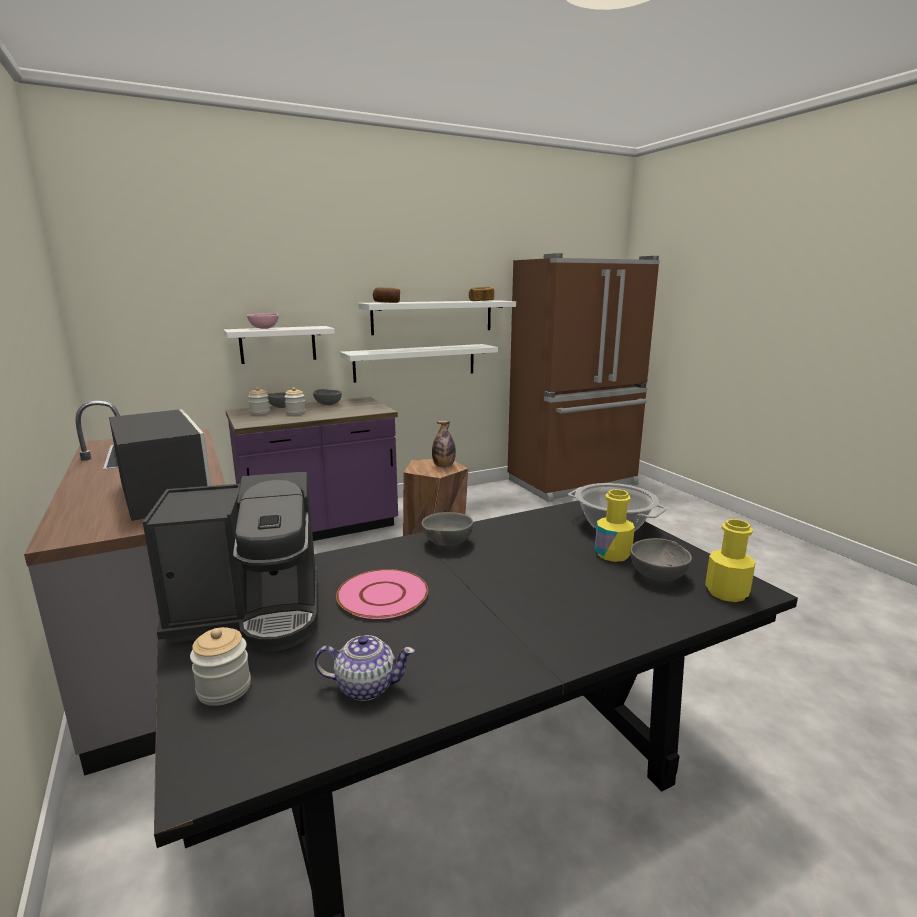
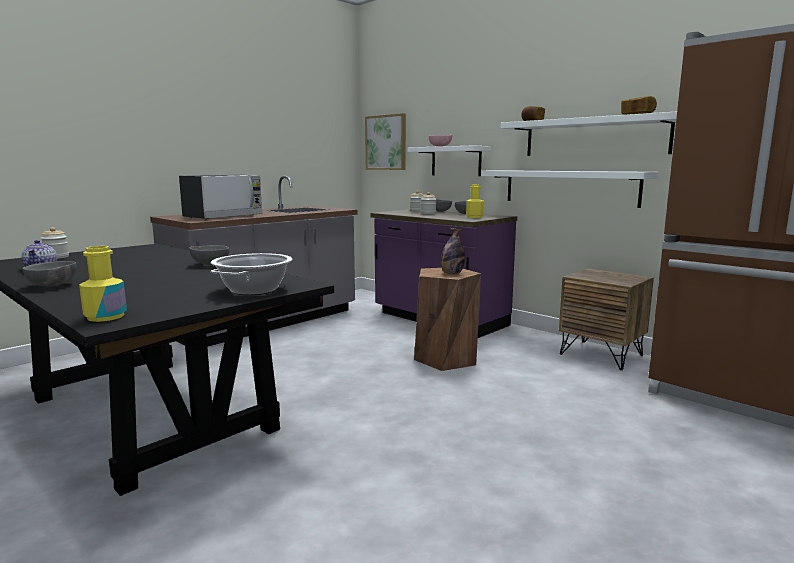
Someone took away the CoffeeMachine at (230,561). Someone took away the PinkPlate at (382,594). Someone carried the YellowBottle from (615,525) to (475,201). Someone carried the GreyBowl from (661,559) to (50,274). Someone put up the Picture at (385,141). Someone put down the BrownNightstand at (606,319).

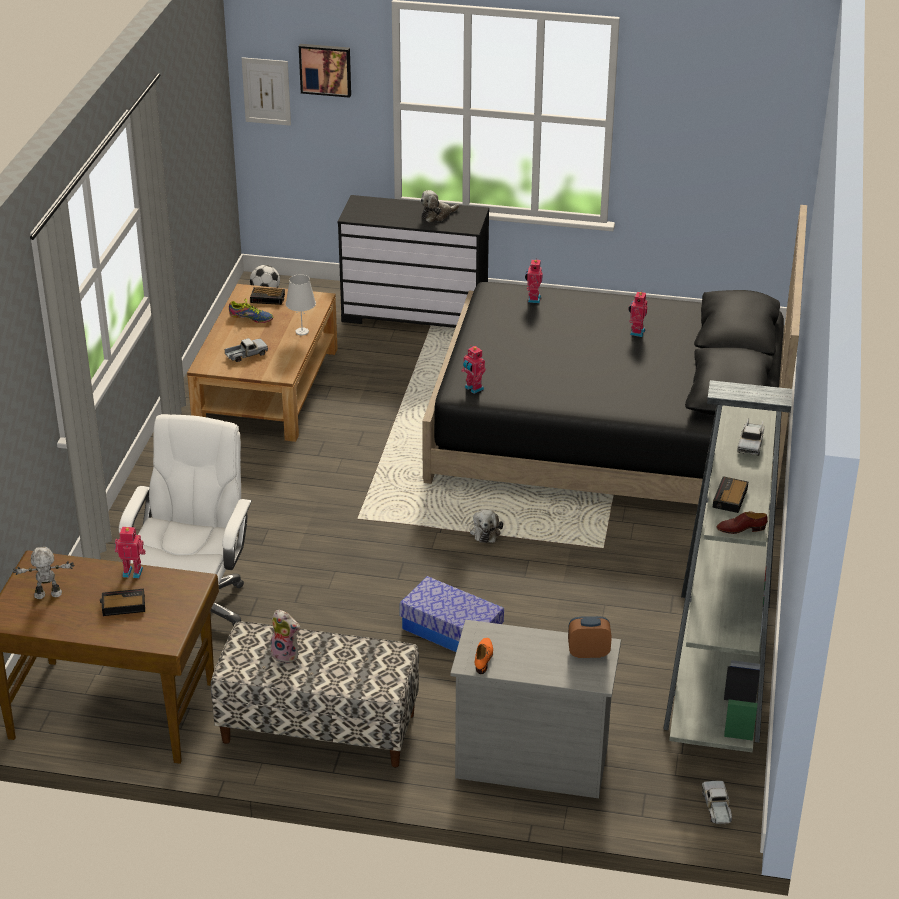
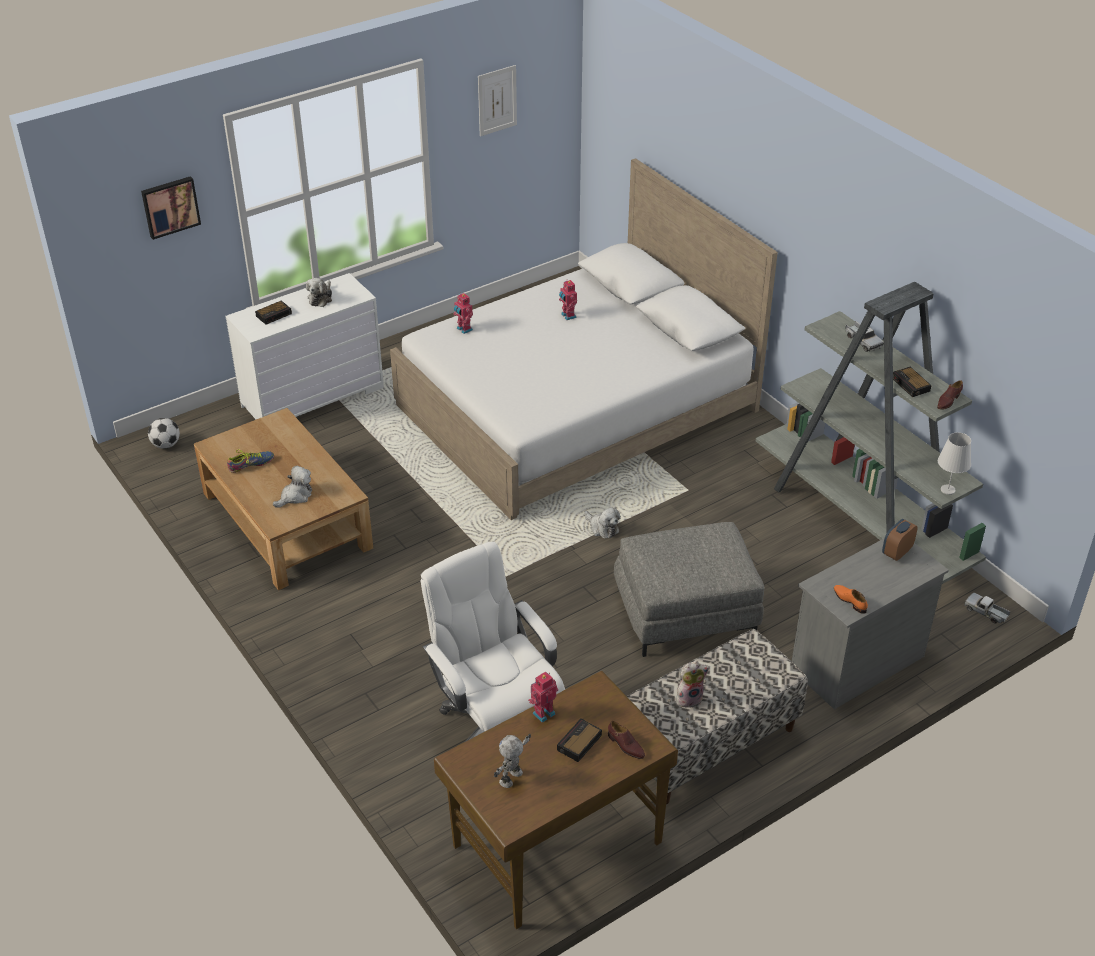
Someone swapped the ToyTruck at (246,350) for the PlushToy at (292,487). Someone carried the Picture from (266,91) to (497,100). Someone carried the AlarmClock from (267,296) to (273,313). Someone carried the WhiteTableLamp from (301,305) to (954,463). Someone repainted the BlackDresser at (413,261), which became the WhiteDresser at (304,346). Someone swapped the StorageBox at (452,614) for the GreyOttoman at (689,589). Someone repainted the BlackBed at (614,358), which became the WhiteBed at (584,339). Someone took away the ToyRobot at (474,370). Someone put down the BrownShoe at (626,740).

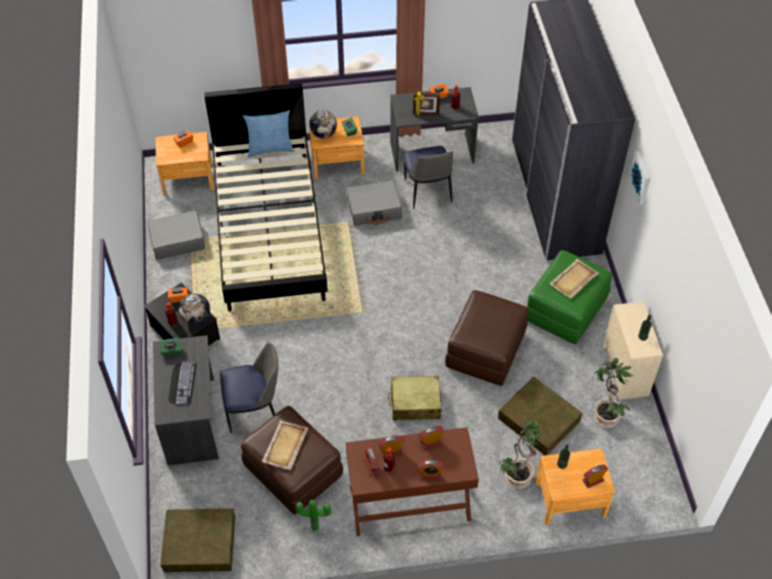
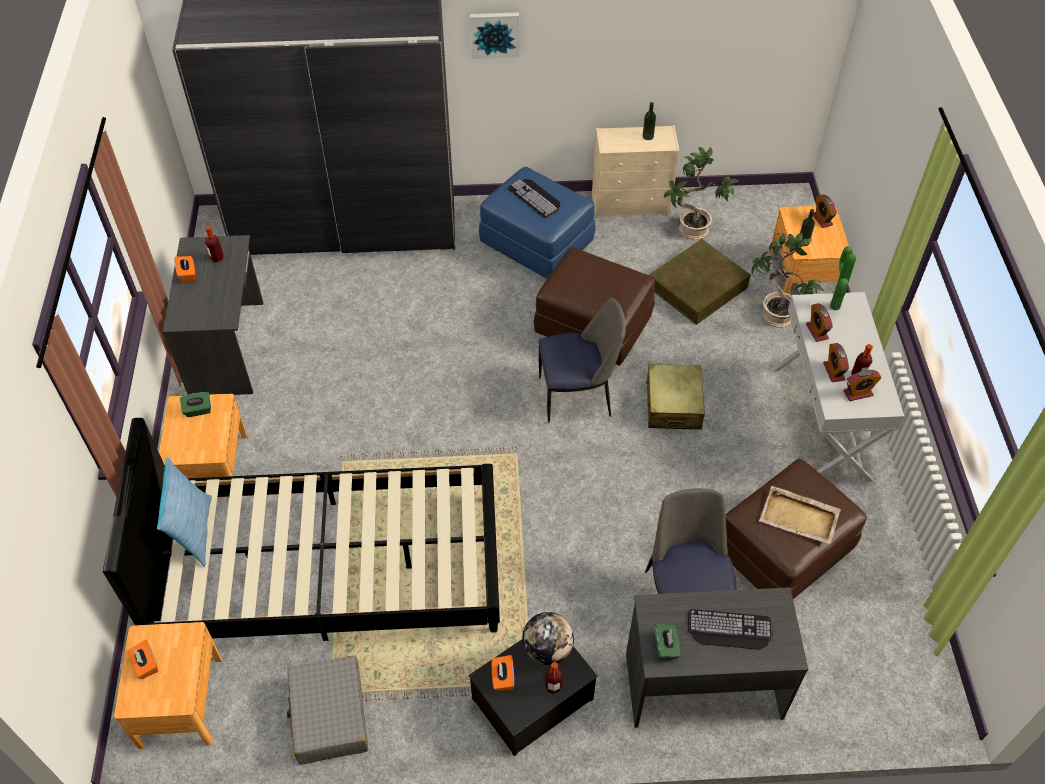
Someone took away the BrownStorageBox at (198,540). Someone carried the PottedPlant from (313,515) to (843,278). Someone took away the Globe at (323,124). Someone took away the GreySuitcase at (374,203). Someone repainted the BrownConsoleTable at (412,481), which became the WhiteConsoleTable at (838,387). Someone carried the Chair from (428,177) to (582,360). Someone took away the PictureFrame at (426,103). Someone took away the AlarmClock at (431,470). Someone repainted the GreenOttoman at (569,297), which became the BlueOttoman at (537,223). Someone swapped the BeigeTray at (573,279) for the Keyboard at (533,198).

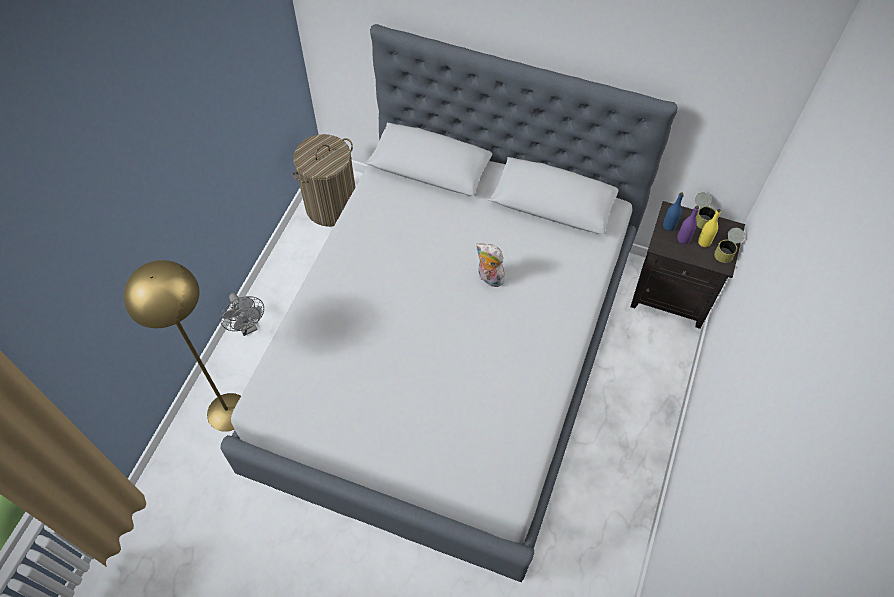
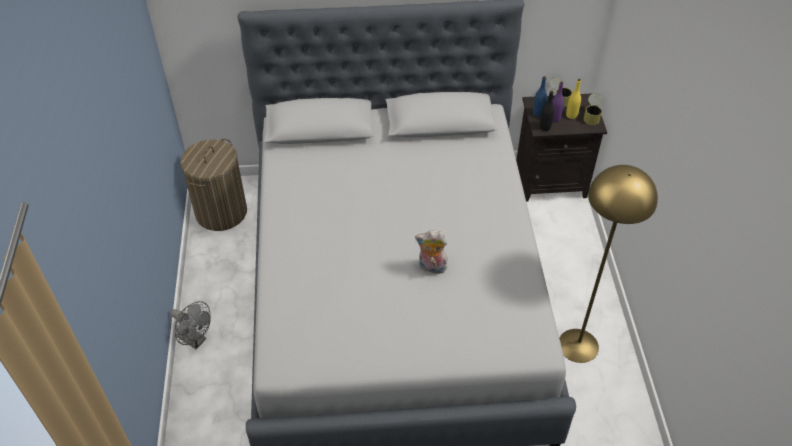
Someone carried the YellowFloorLamp from (182,346) to (608,264). Someone carried the PlushToy from (491,265) to (431,252). Someone put down the BlackBottle at (547,110).

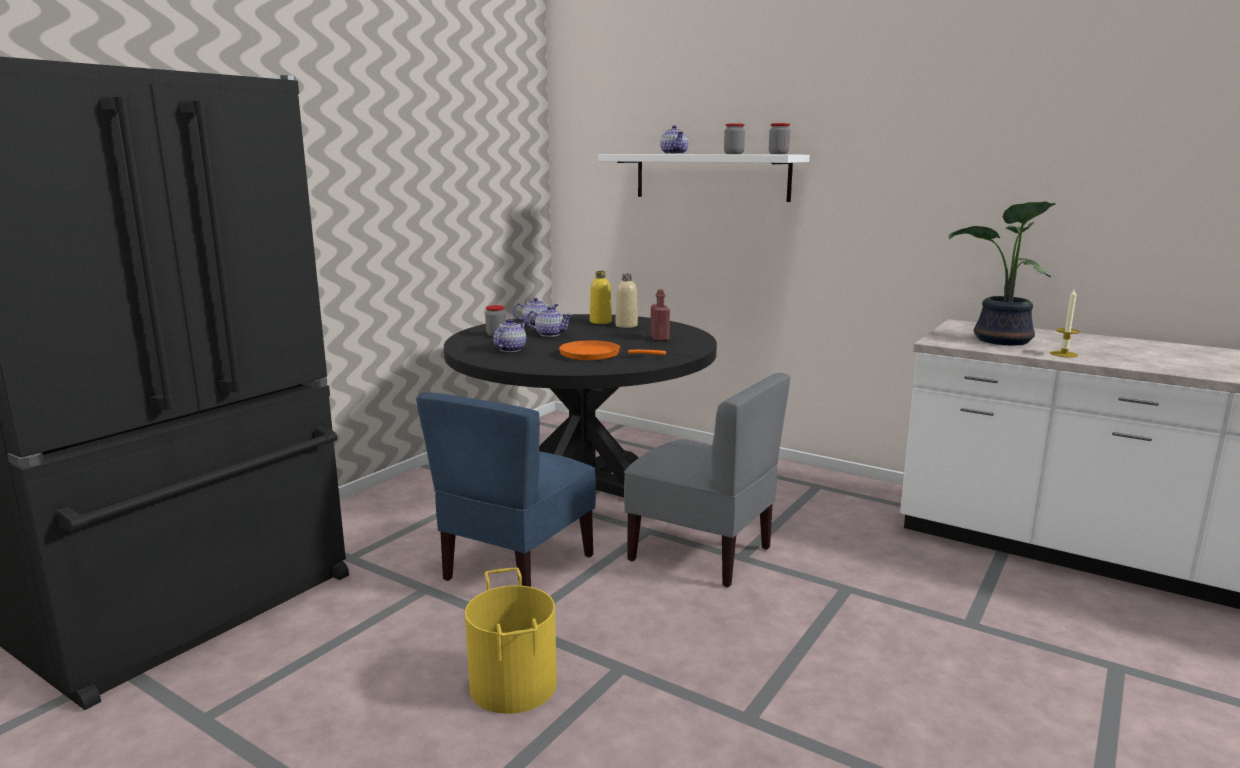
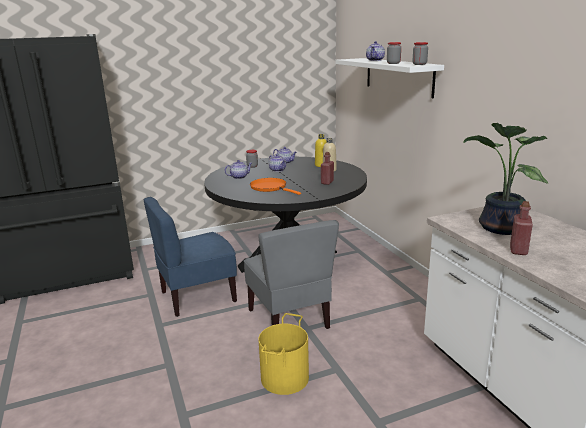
Someone carried the YellowBucket from (511,640) to (284,354). Someone swapped the Candle at (1065,323) for the RedBottle at (521,228).

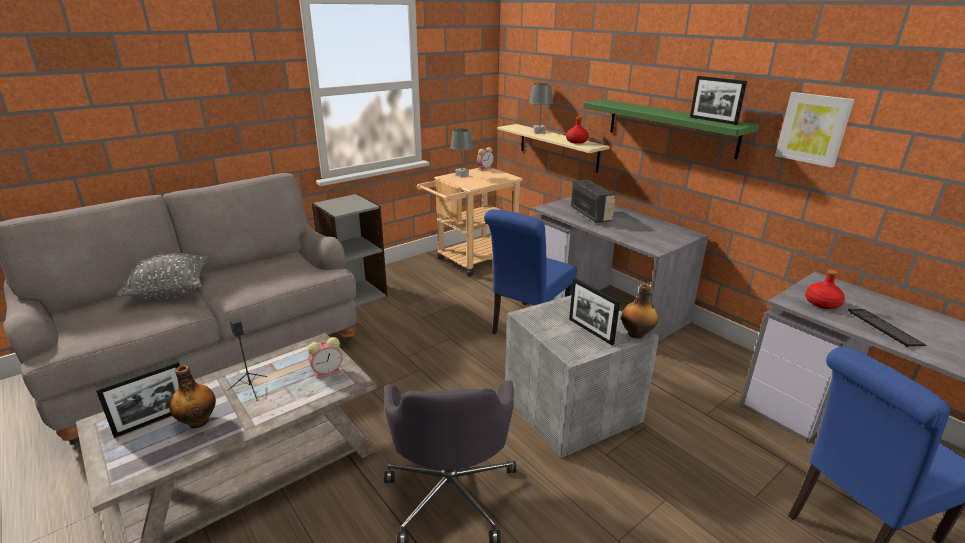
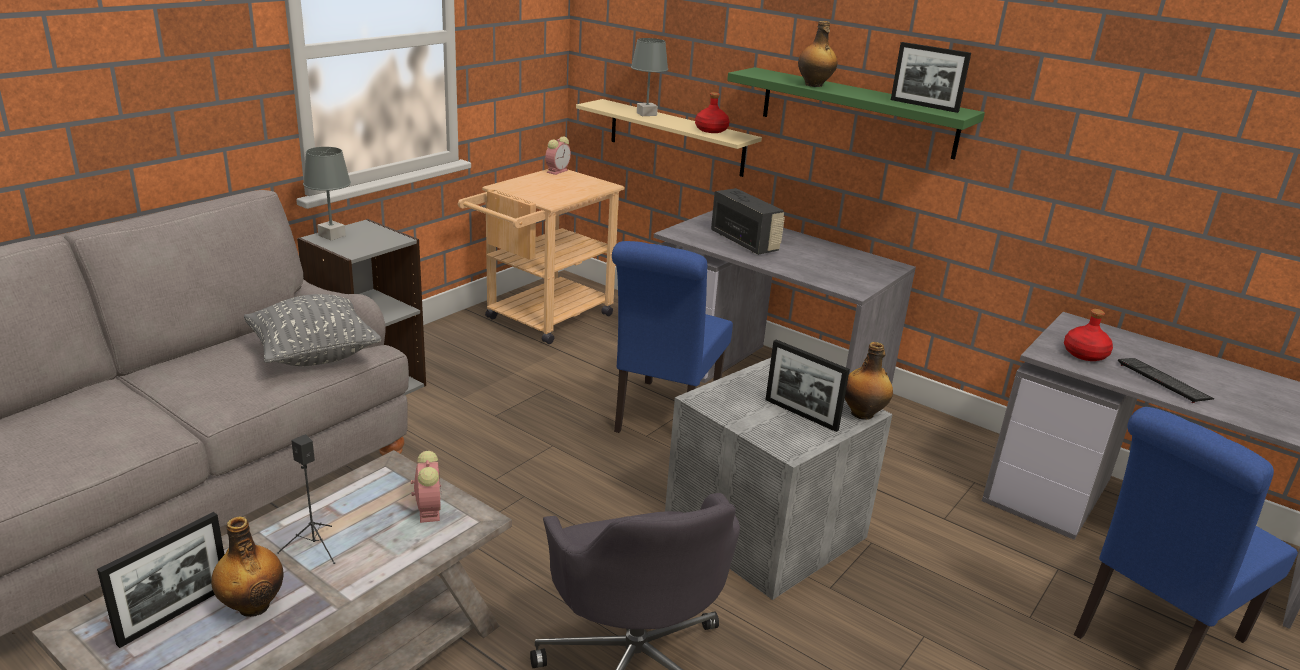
Someone carried the GreyPillow from (162,276) to (312,330). Someone rotated the AlarmClock at (325,358) by 60 degrees counterclockwise. Someone carried the GreyTableLamp from (462,153) to (327,193). Someone took away the Picture at (814,130). Someone put down the Bottle at (817,54).

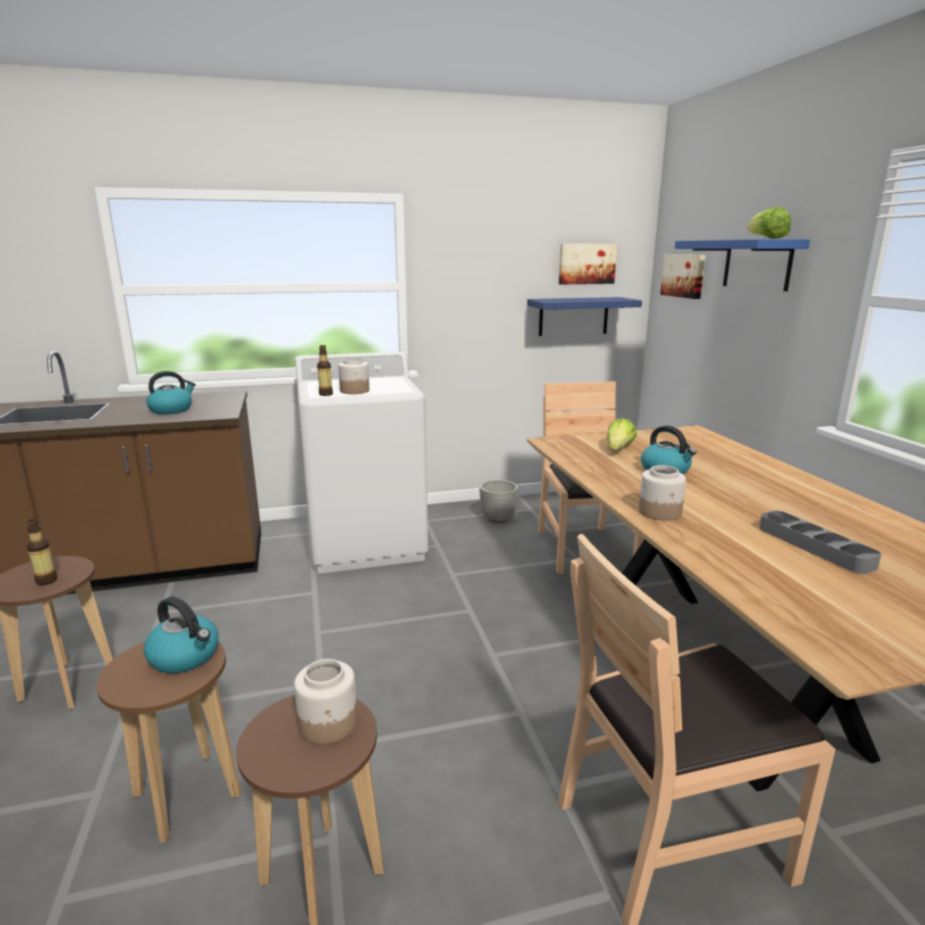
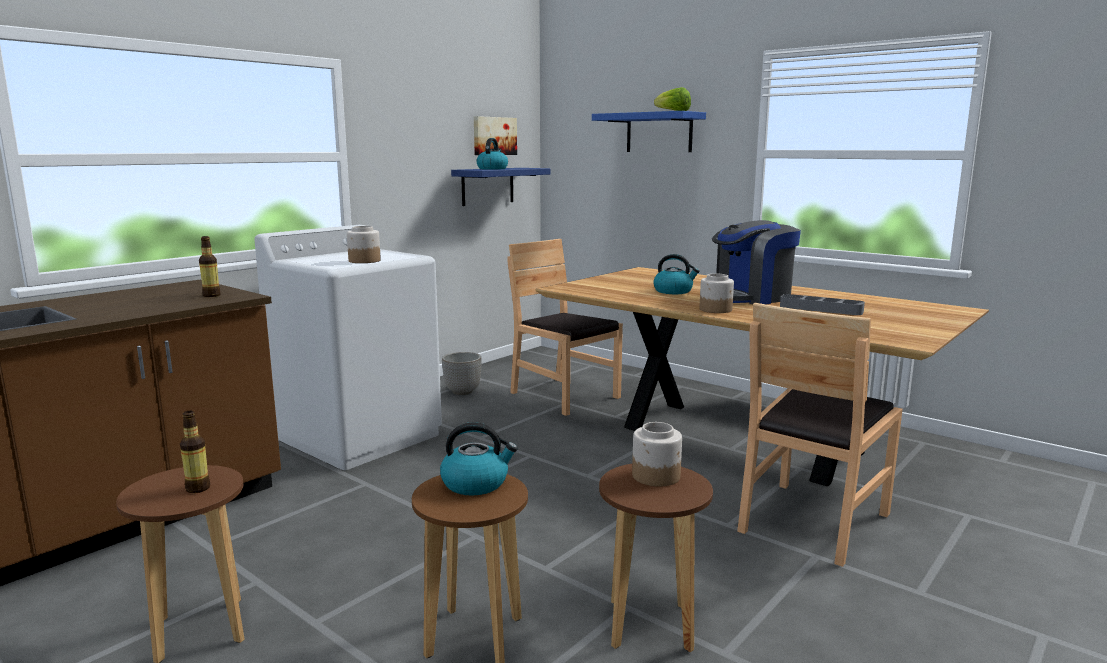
Someone carried the Kettle from (171,392) to (492,154). Someone carried the Bottle from (325,370) to (210,266). Someone took away the Lettuce at (622,434). Someone took away the Picture at (683,276). Someone put down the CoffeeMachine at (756,262).

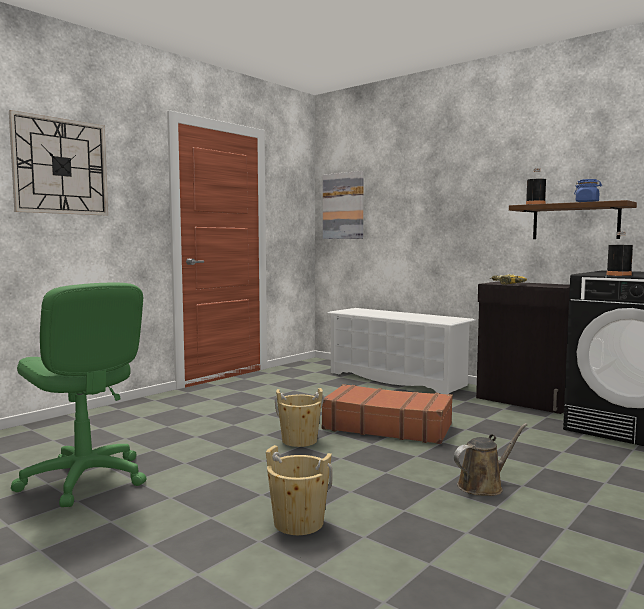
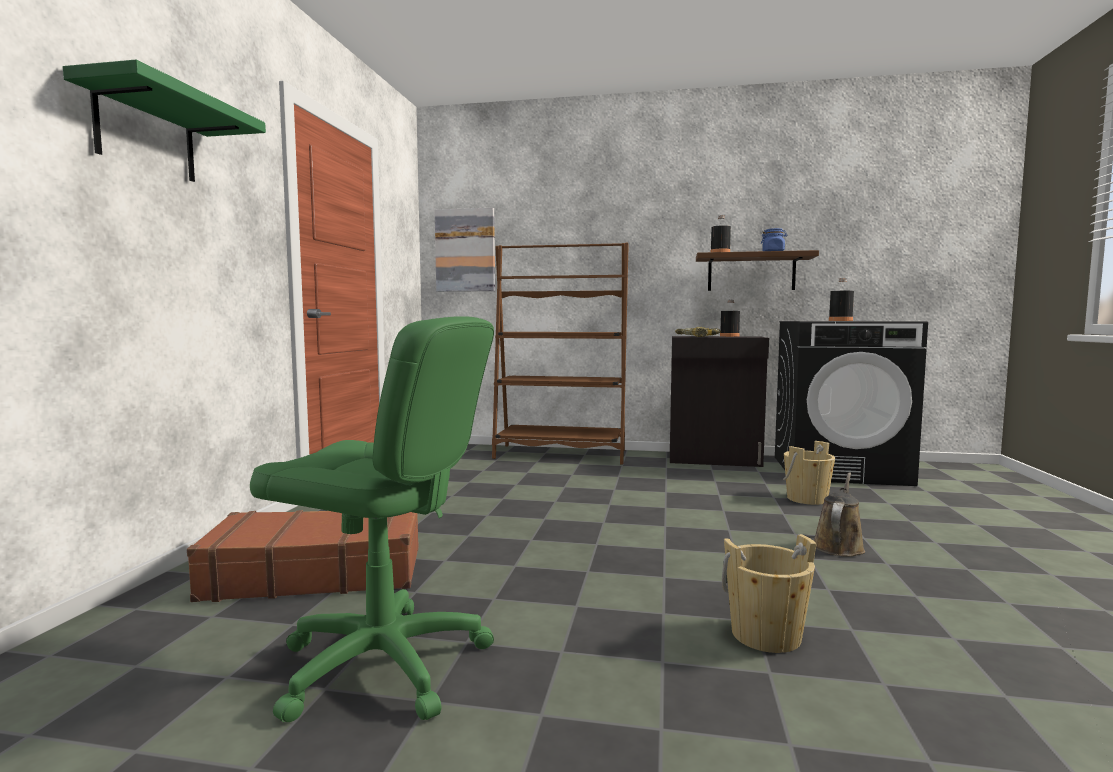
Someone swapped the WallClock at (58,162) for the GreenShelf at (164,121). Someone carried the BeigeBucket from (299,417) to (809,473). Someone carried the BrownSuitcase from (387,414) to (303,556). Someone swapped the WhiteShoeRack at (402,351) for the BrownBookcase at (560,353). Someone put down the BlackBottle at (730,318).

